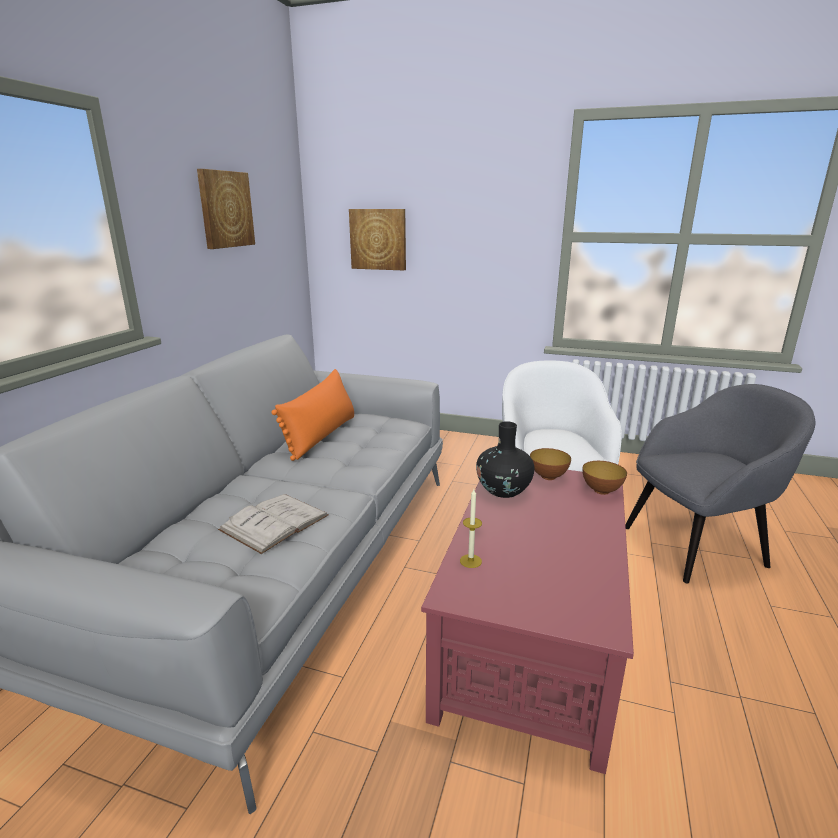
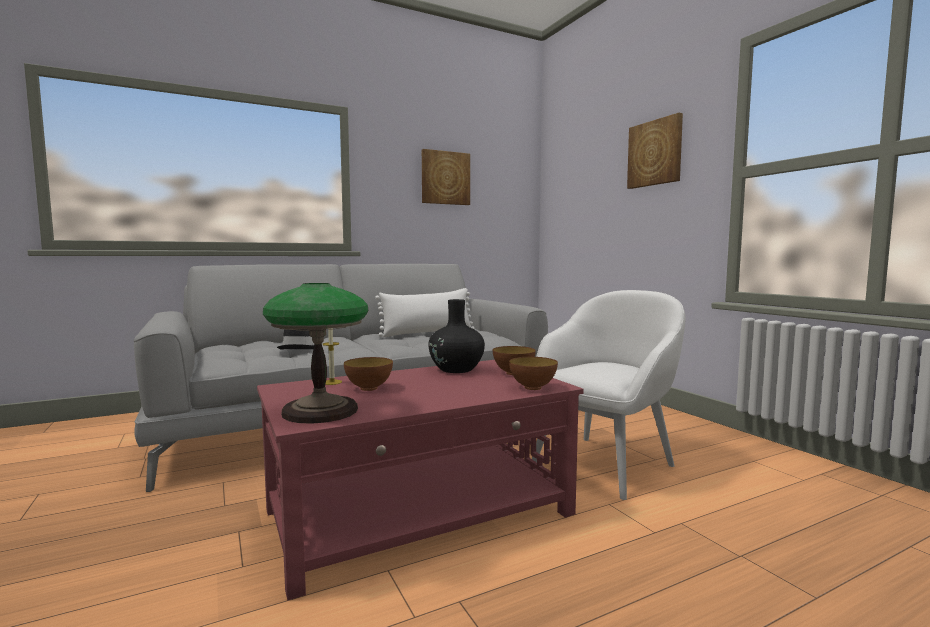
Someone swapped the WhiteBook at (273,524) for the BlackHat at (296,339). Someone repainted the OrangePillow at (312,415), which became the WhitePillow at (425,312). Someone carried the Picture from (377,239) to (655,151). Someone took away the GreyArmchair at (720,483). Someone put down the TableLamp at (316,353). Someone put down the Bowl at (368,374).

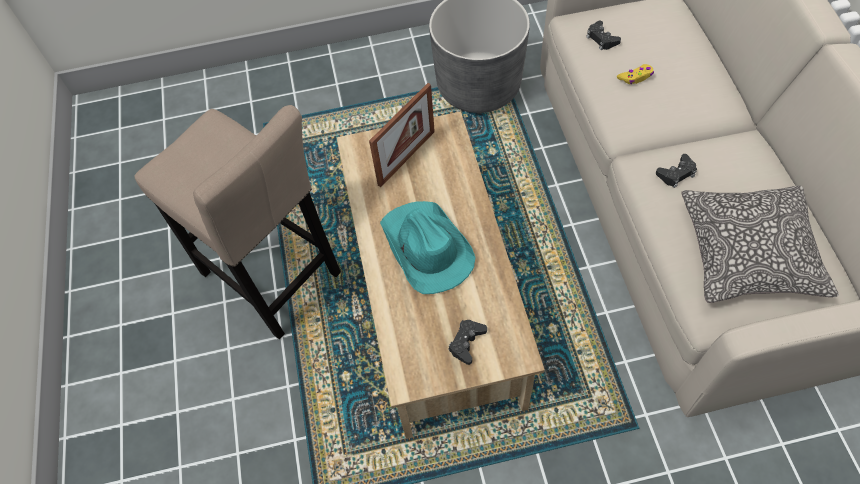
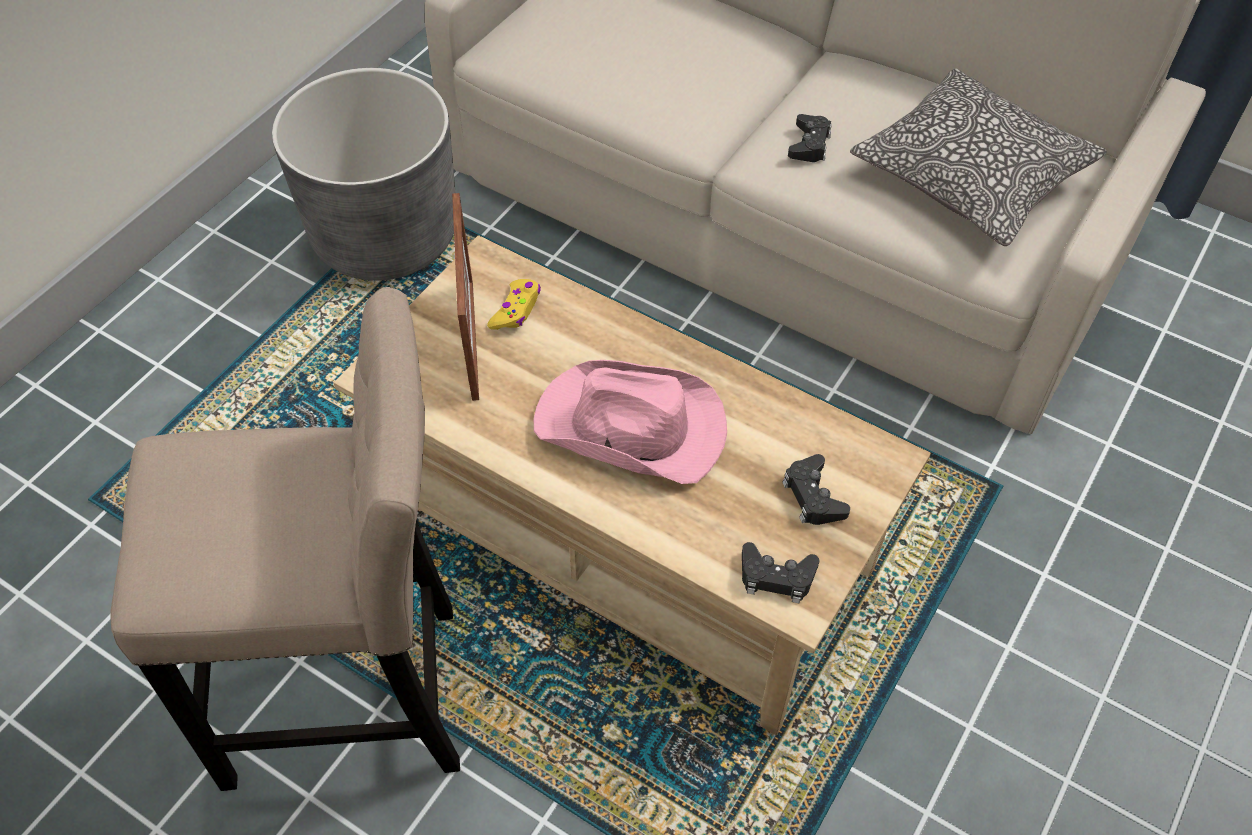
Someone repainted the TurquoiseHat at (428,247), which became the PinkHat at (630,422). Someone carried the BlackGameController from (603,35) to (780,572). Someone carried the YellowGameController from (635,74) to (514,304).

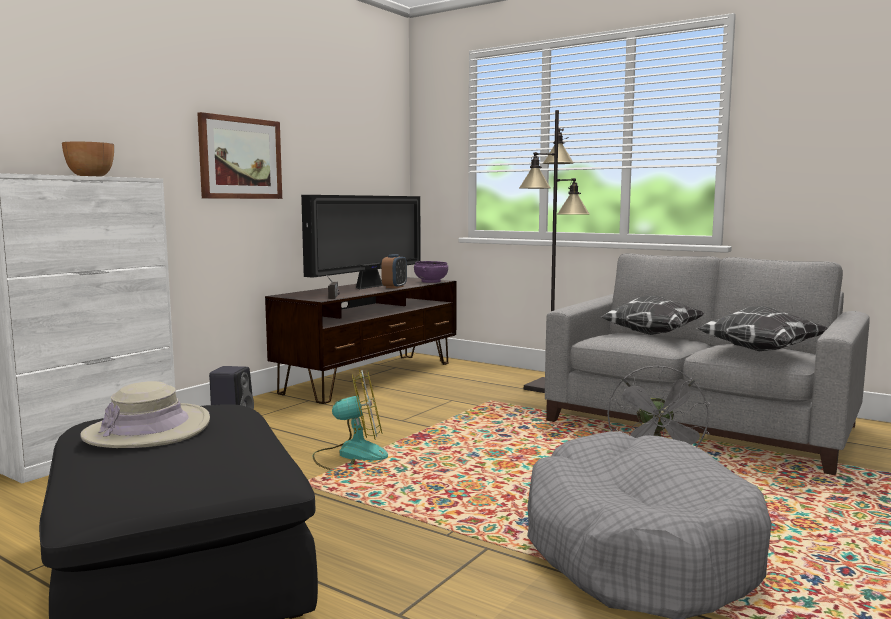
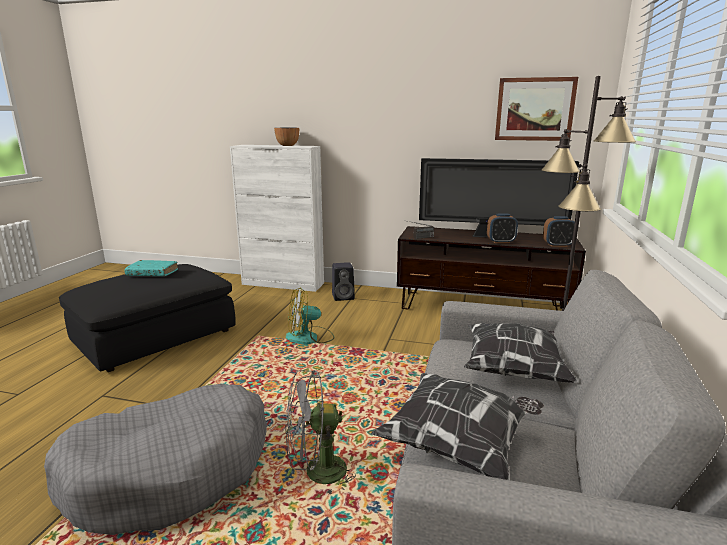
Someone swapped the BeigeHat at (145,414) for the TurquoiseBook at (151,268). Someone carried the Picture from (239,155) to (536,109). Someone rotated the Fan at (350,419) by 105 degrees clockwise. Someone swapped the PurpleBowl at (431,272) for the AlarmClock at (559,231).

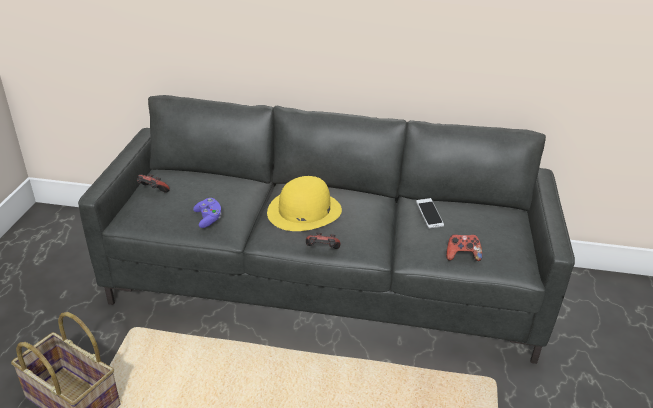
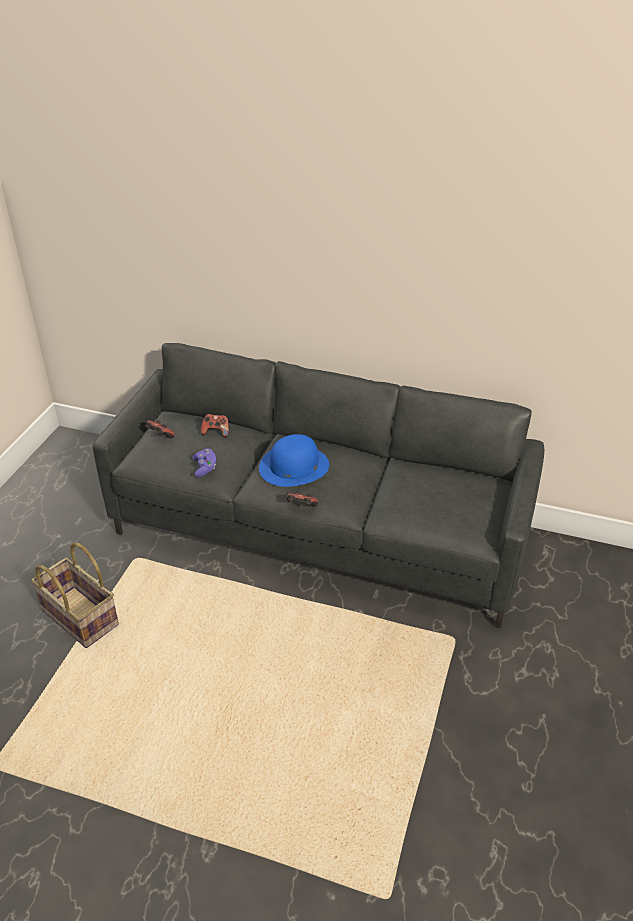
Someone repainted the YellowHat at (304,203), which became the BlueHat at (294,460). Someone took away the Phone at (430,213). Someone carried the GameController from (464,247) to (215,425).

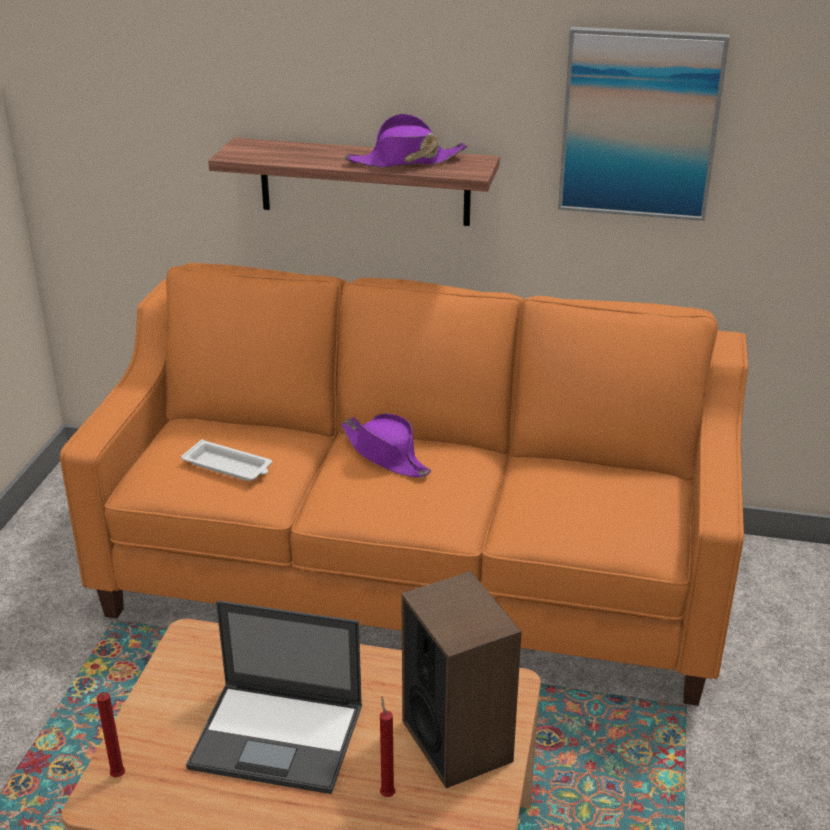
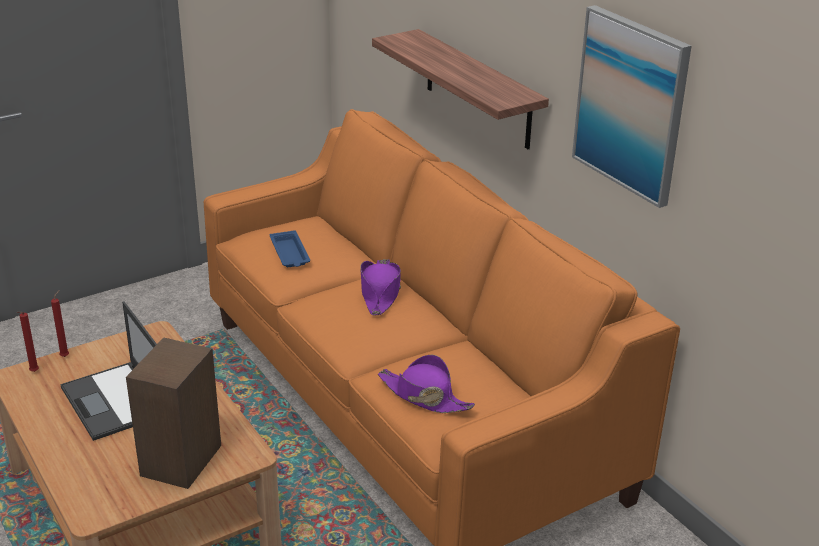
Someone repainted the WhiteTray at (226,460), which became the BlueTray at (290,248). Someone carried the PurpleHat from (406,141) to (426,384). Someone carried the RedCandle from (387,747) to (60,323).

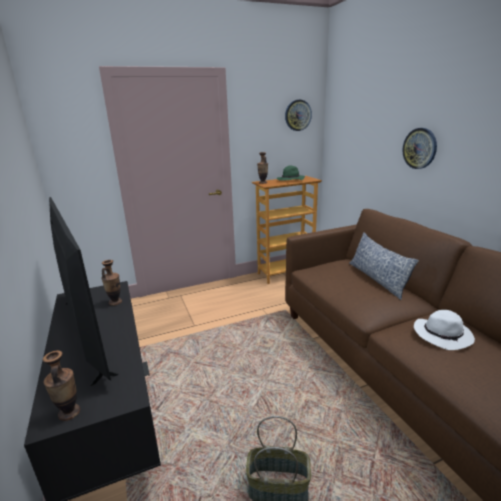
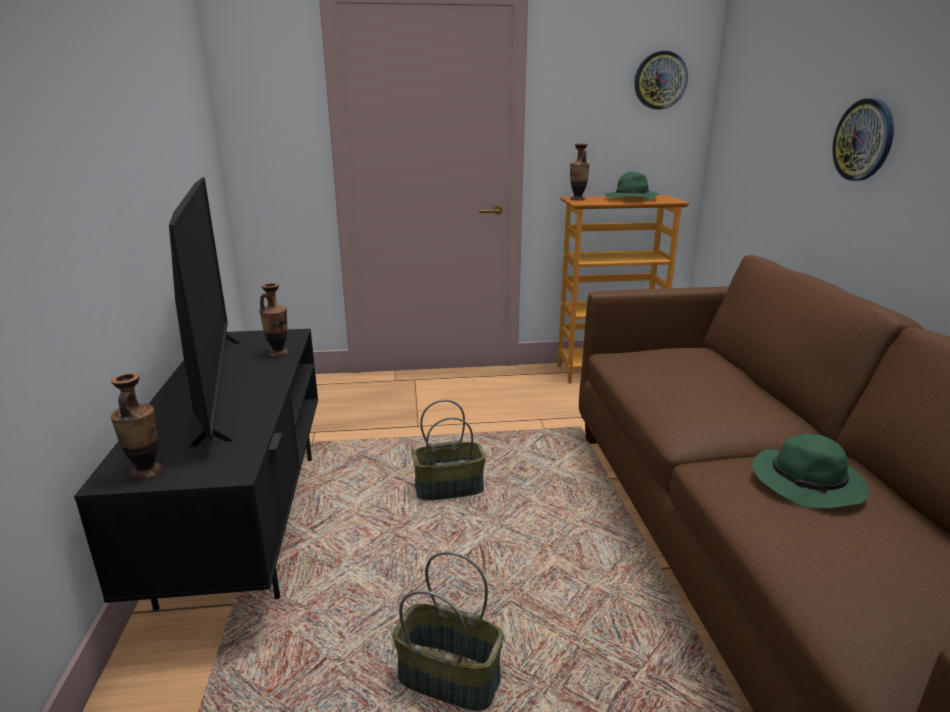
Someone took away the Pillow at (384,266). Someone repainted the WhiteHat at (444,330), which became the GreenHat at (810,471). Someone put down the Basket at (449,450).

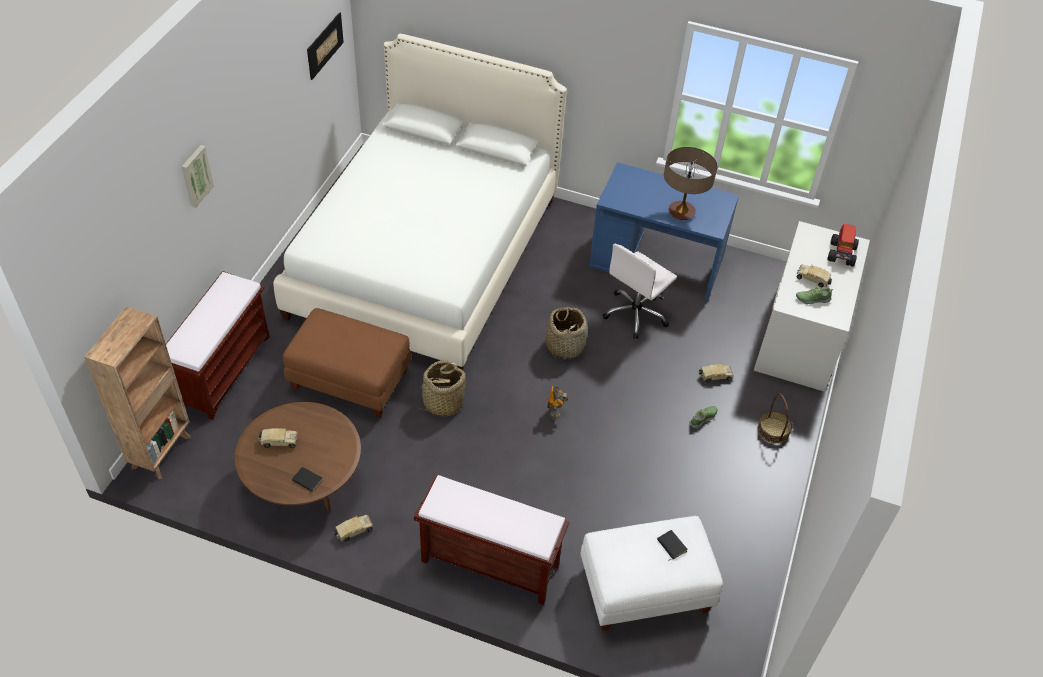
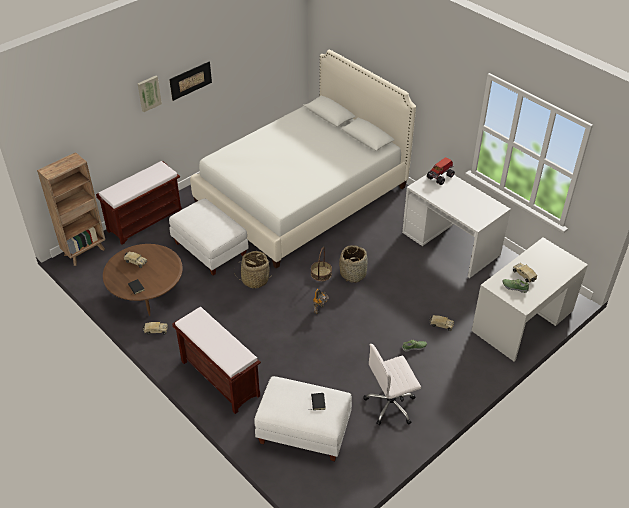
Someone repainted the BrownOttoman at (347,362), which became the WhiteOttoman at (209,237). Someone carried the Picture from (325,46) to (190,81). Someone repainted the BlueDesk at (664,231), which became the WhiteDesk at (456,225). Someone carried the WhiteOfficeChair from (640,291) to (392,384). Someone took away the TableLamp at (690,183). Someone carried the Basket from (775,418) to (321,264). Someone carried the ToyTruck from (843,245) to (441,171).

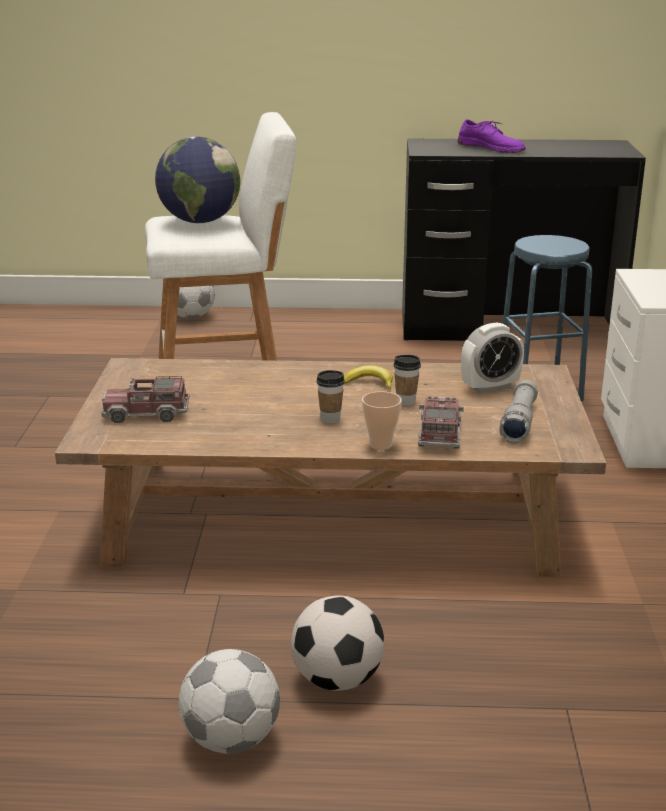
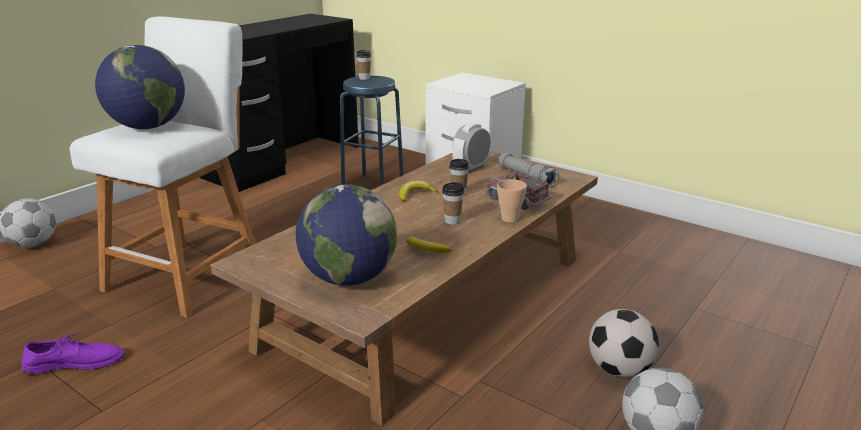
Someone swapped the ToyTruck at (145,399) for the Globe at (346,235). Someone carried the PurpleShoe from (491,136) to (72,354). Someone rotated the AlarmClock at (492,358) by 150 degrees counterclockwise. Someone put down the Cup at (363,65). Someone put down the Banana at (429,245).

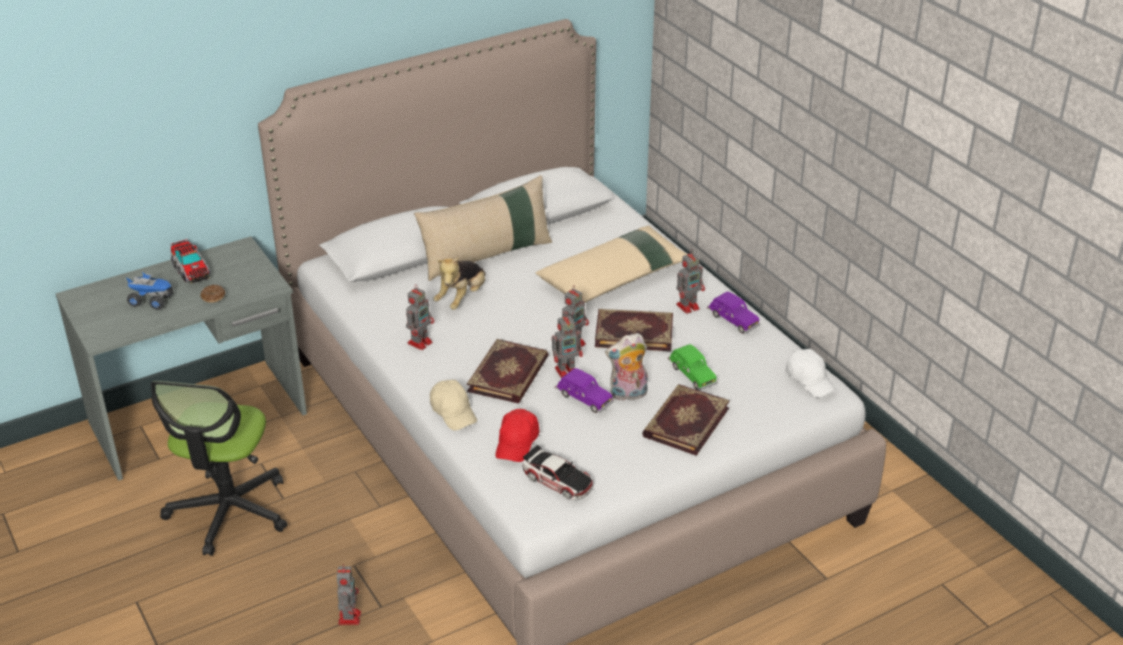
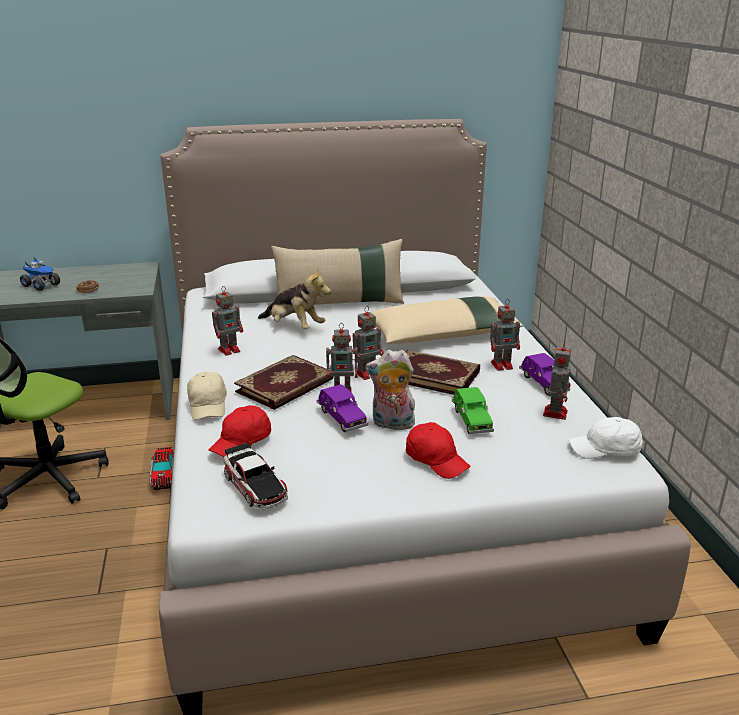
Someone carried the ToyTruck from (190,261) to (162,468). Someone carried the ToyRobot from (349,594) to (557,380). Someone rotated the PlushToy at (459,283) by 105 degrees counterclockwise. Someone swapped the Book at (686,420) for the RedCap at (438,450). Someone rotated the WhiteCap at (810,373) by 105 degrees clockwise.

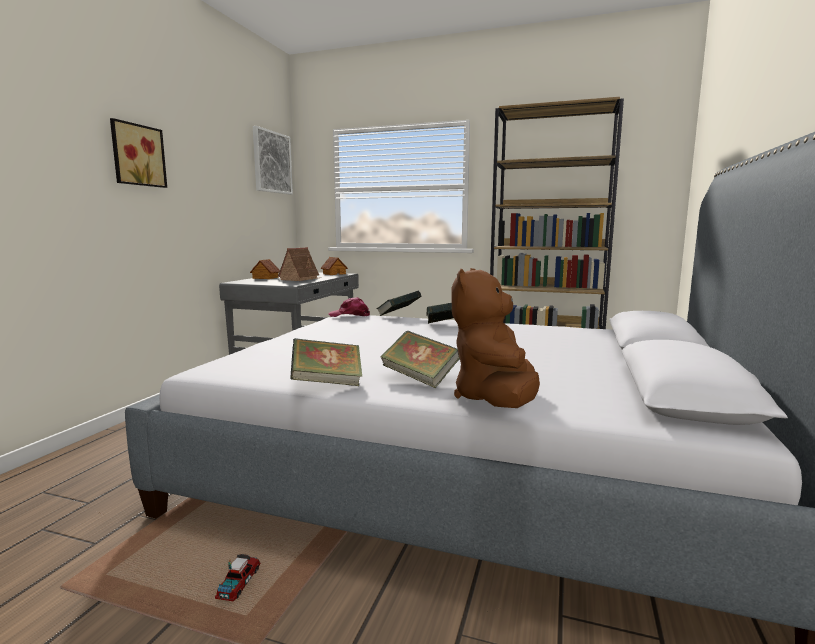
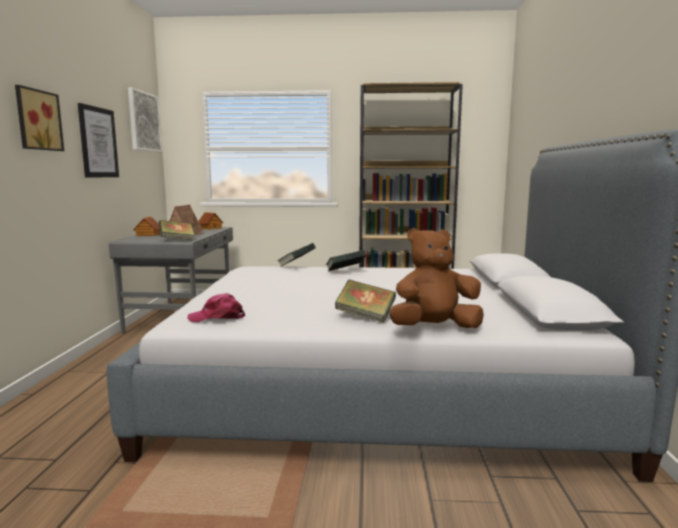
Someone took away the ToyTruck at (237,577). Someone carried the Book from (326,362) to (176,230). Someone carried the PinkCap from (349,307) to (216,308). Someone rotated the BrownPlushToy at (495,338) by 75 degrees clockwise. Someone put up the Picture at (98,140).

